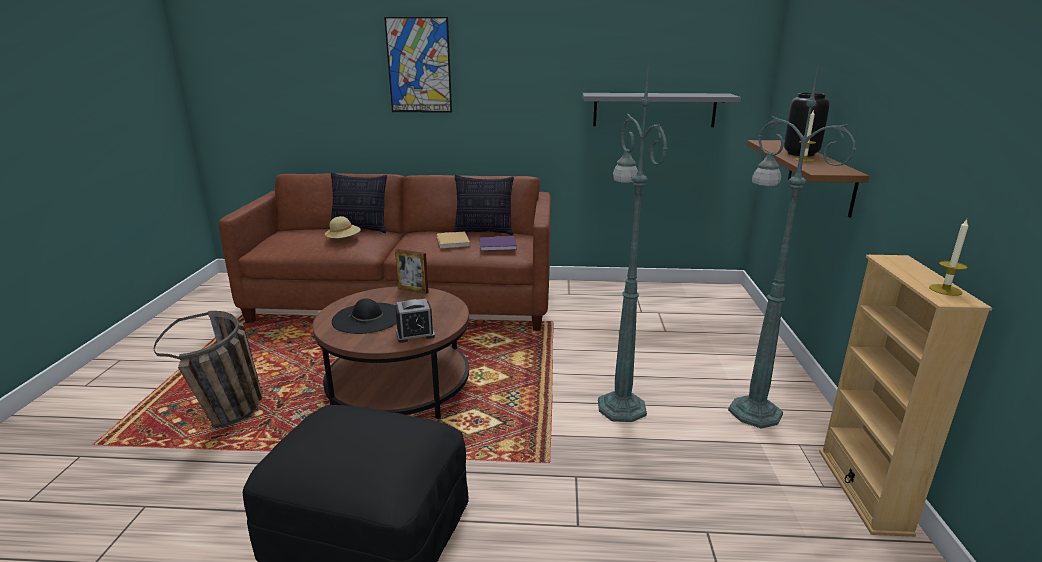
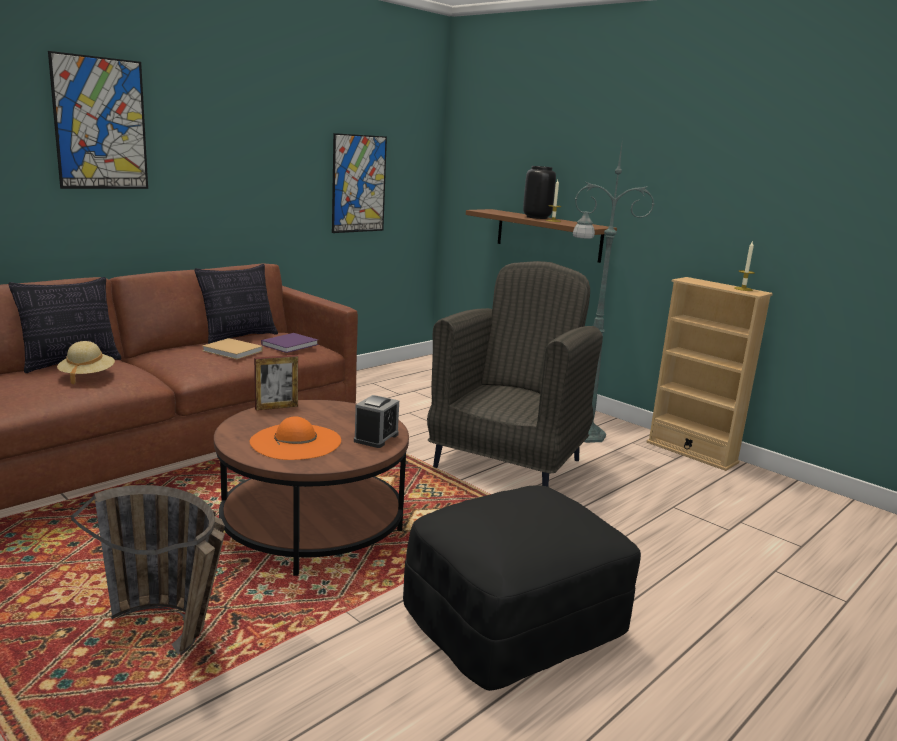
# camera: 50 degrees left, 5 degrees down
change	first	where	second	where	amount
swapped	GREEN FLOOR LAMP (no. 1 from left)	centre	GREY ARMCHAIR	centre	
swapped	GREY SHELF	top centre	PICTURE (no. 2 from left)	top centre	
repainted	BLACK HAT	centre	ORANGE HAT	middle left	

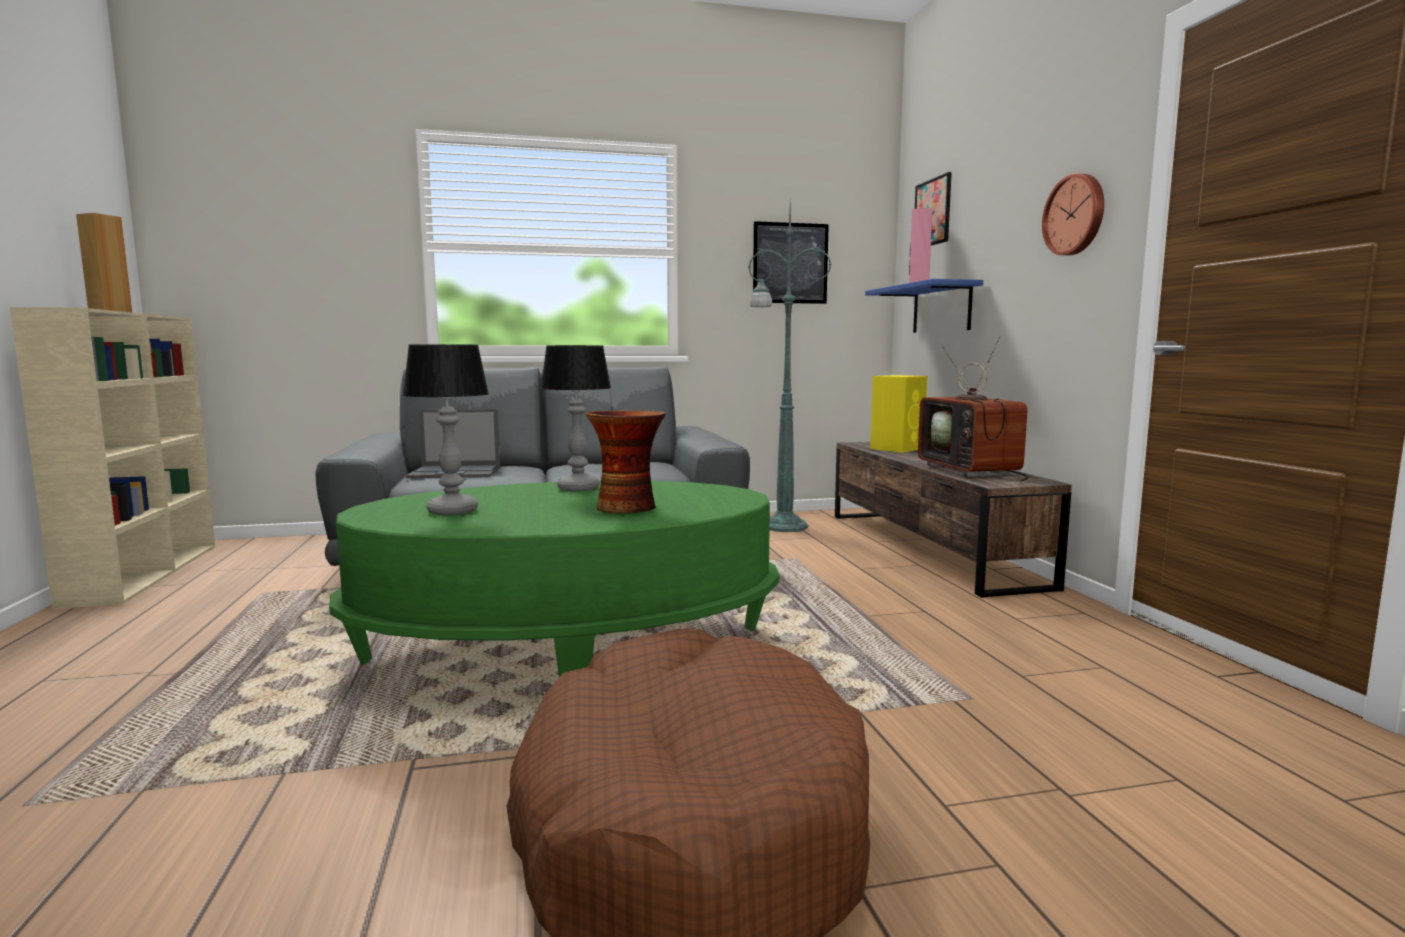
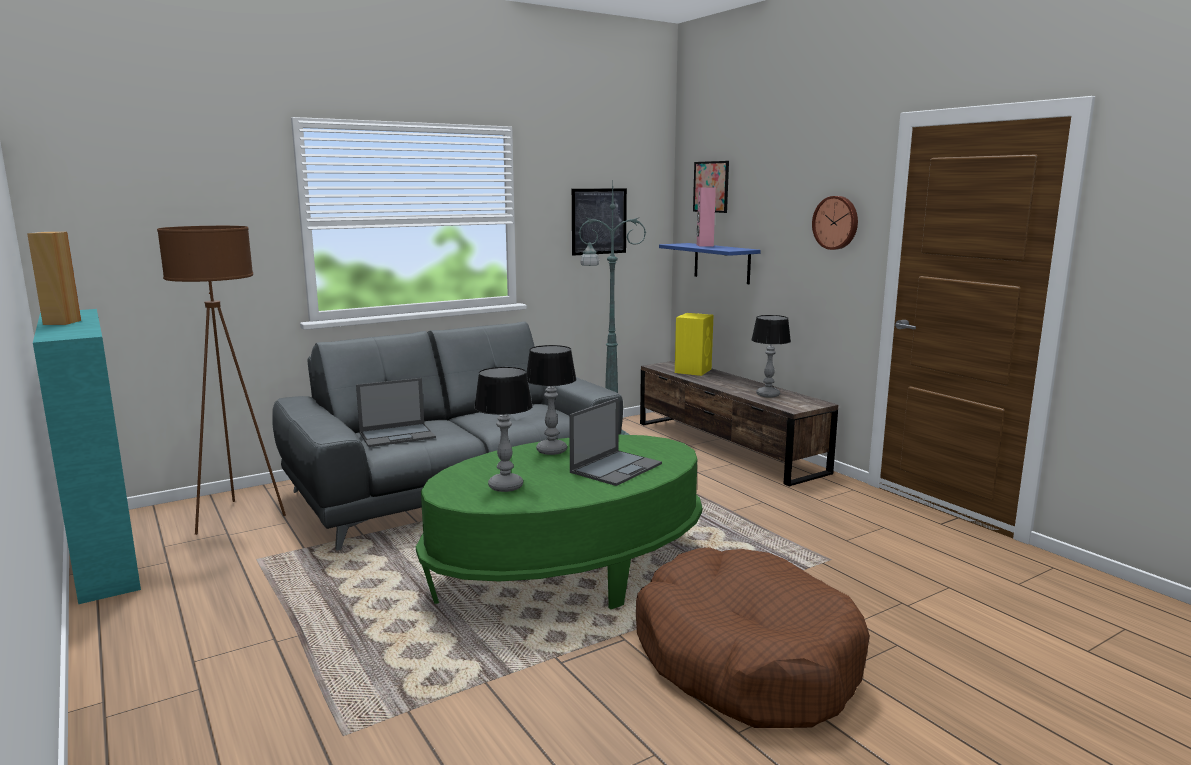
# camera: 20 degrees left, 5 degrees up
change	first	where	second	where	amount
repainted	BEIGE BOOKCASE	middle left	TURQUOISE BOOKCASE	middle left	
swapped	TELEVISION	middle right	TABLE LAMP (no. 3 from left)	centre	
swapped	VASE	centre	LAPTOP (no. 2 from left)	centre	
new			BROWN FLOOR LAMP	middle left	

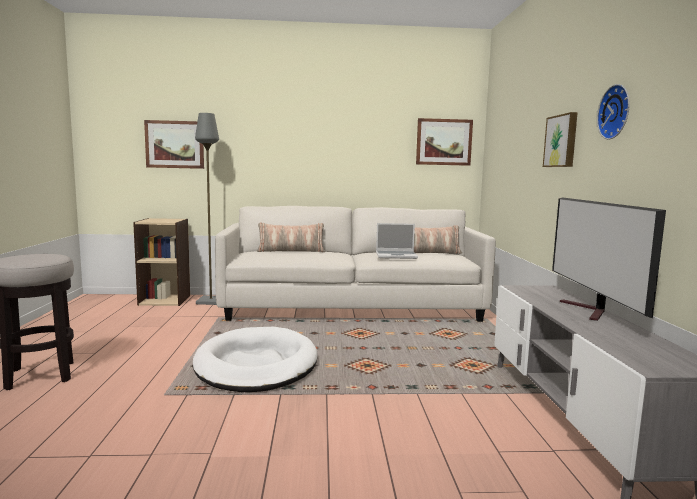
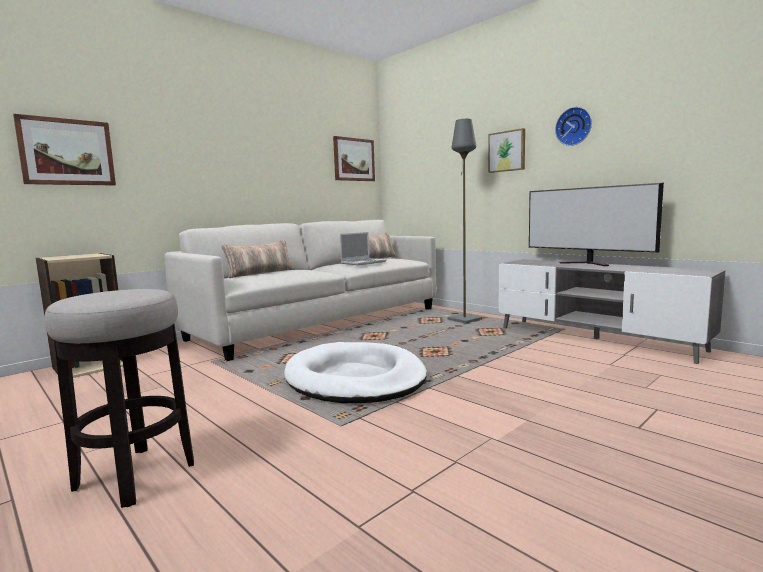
# camera: 40 degrees left, 0 degrees up
change	first	where	second	where	amount
shifted	GREY FLOOR LAMP	middle left		centre	

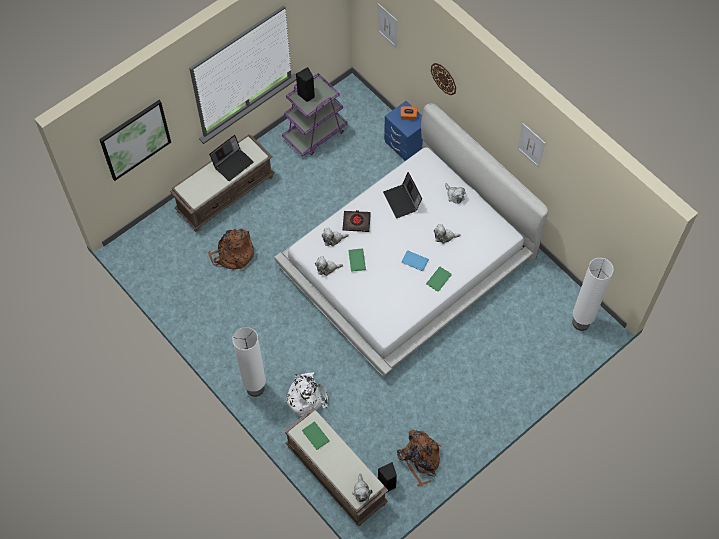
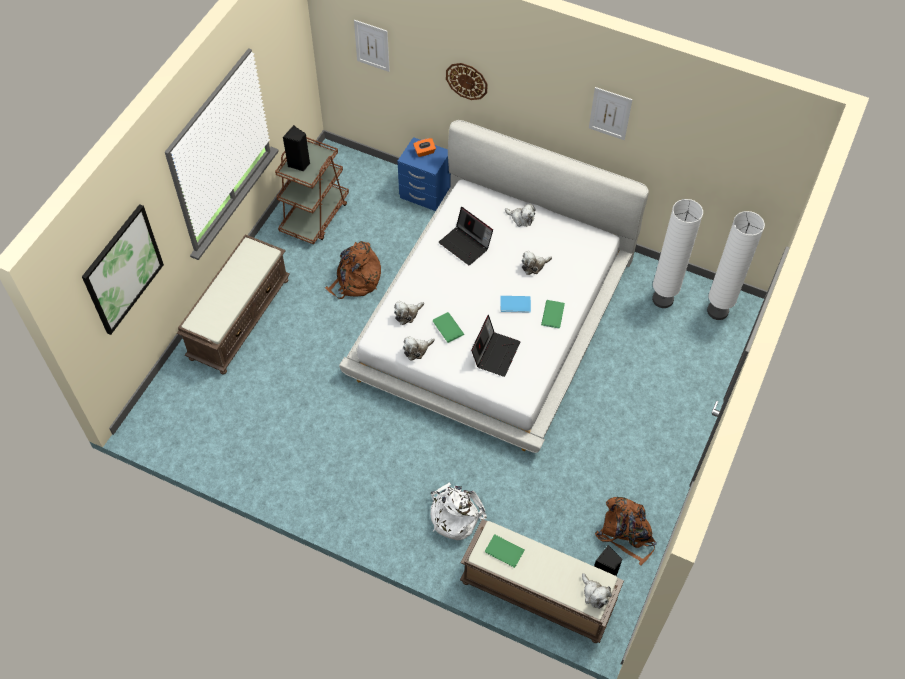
# camera: 25 degrees left, 5 degrees down
change	first	where	second	where	amount
repainted	PURPLE CART	top centre	BROWN CART	top centre	
shifted	LAPTOP (no. 1 from left in the first image)	top left	LAPTOP (no. 2 from left)	centre	
gone	BLACK BOOK	centre			
shifted	BROWN BACKPACK (no. 1 from left)	middle left		centre	
shifted	WHITE FLOOR LAMP (no. 1 from left)	bottom centre		middle right	

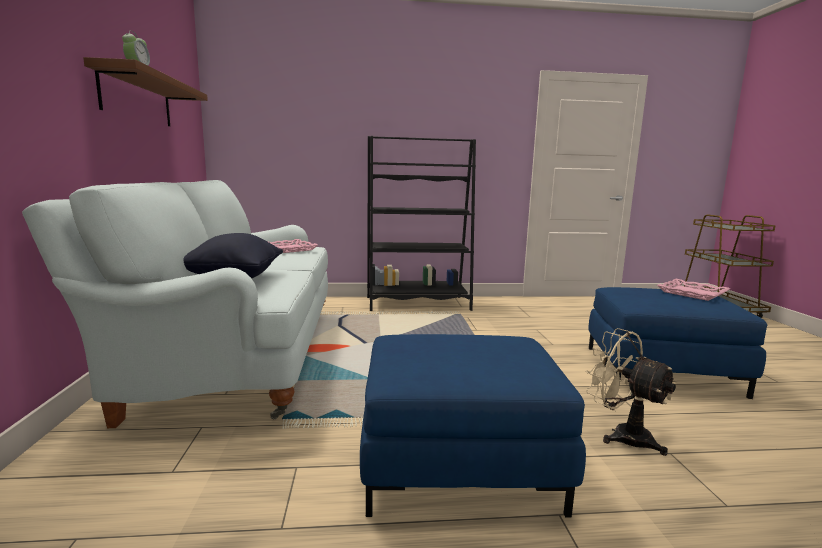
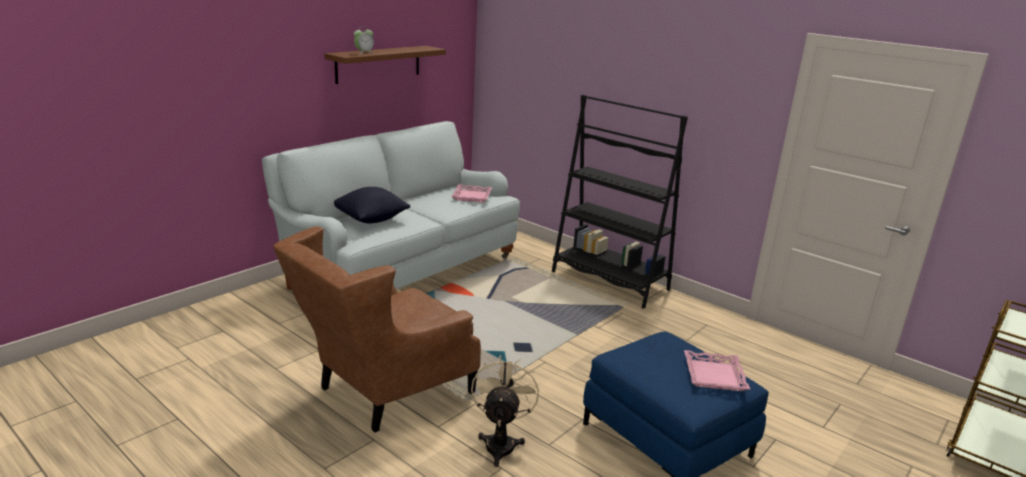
# camera: 45 degrees right, 10 degrees up
change	first	where	second	where	amount
swapped	BLUE OTTOMAN (no. 1 from left)	bottom centre	BROWN ARMCHAIR	bottom centre	

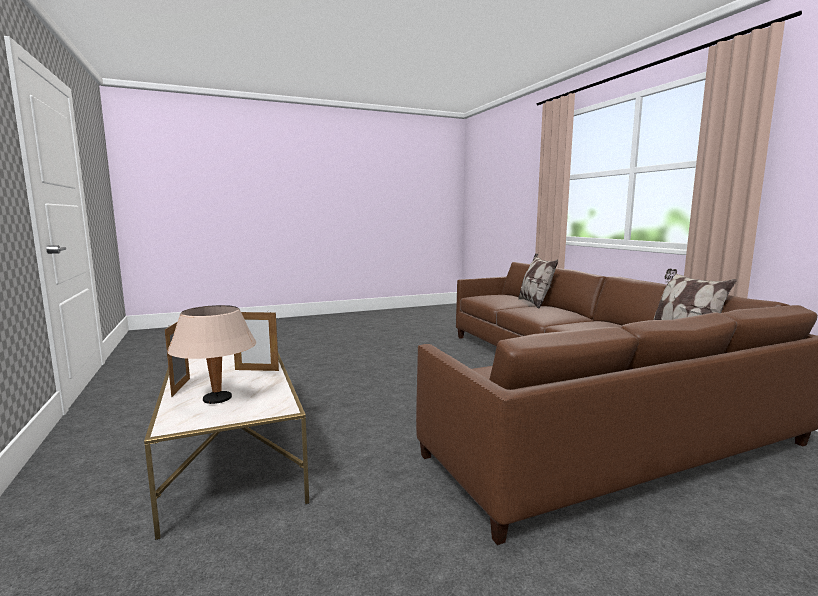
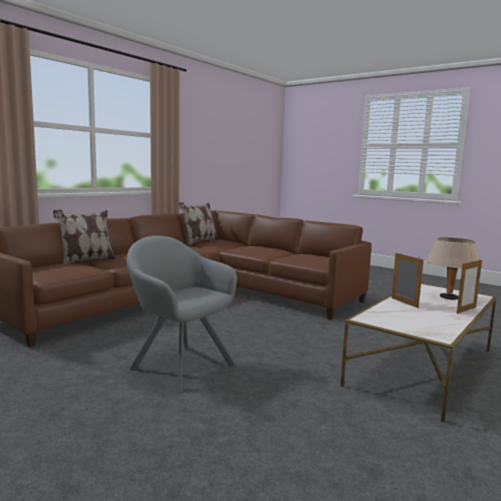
# camera: 120 degrees left, 0 degrees up
change	first	where	second	where	amount
new			GREY ARMCHAIR	centre	

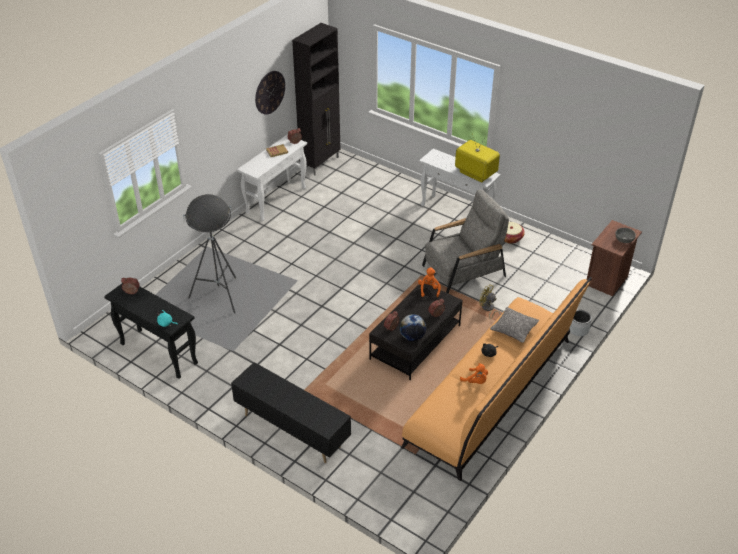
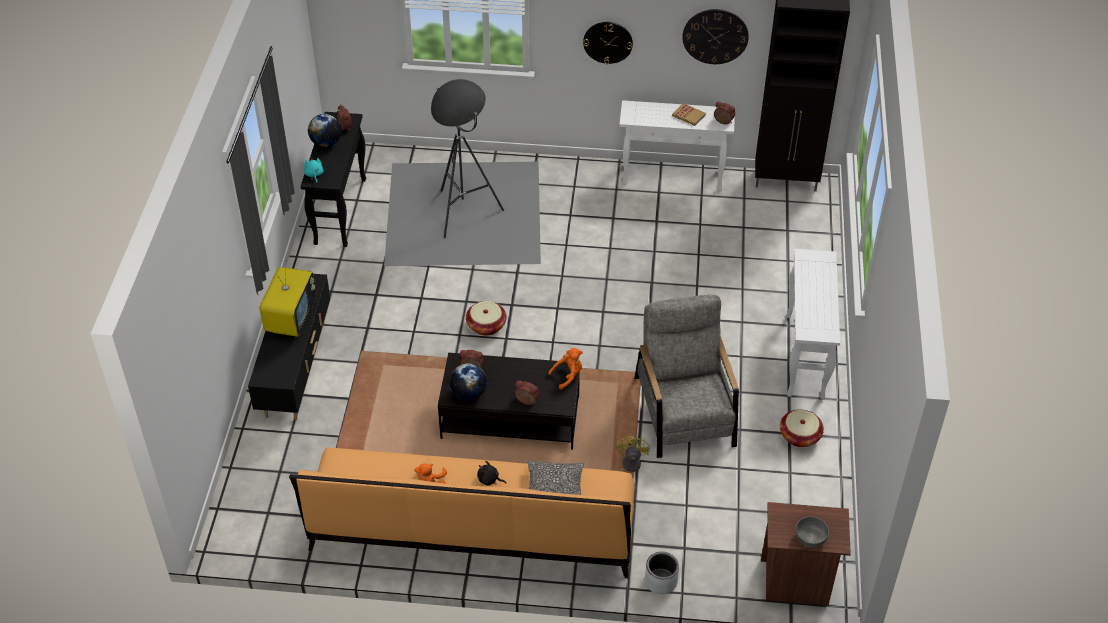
# camera: 60 degrees right, 5 degrees up
change	first	where	second	where	amount
shifted	TELEVISION	top centre		middle left	
rotated	GREY ARMCHAIR	centre		centre	135 degrees counterclockwise
new			WALL CLOCK (no. 1 from left)	top centre	
new			GLOBE (no. 1 from left)	top left	
new			BASKET (no. 1 from left)	centre	

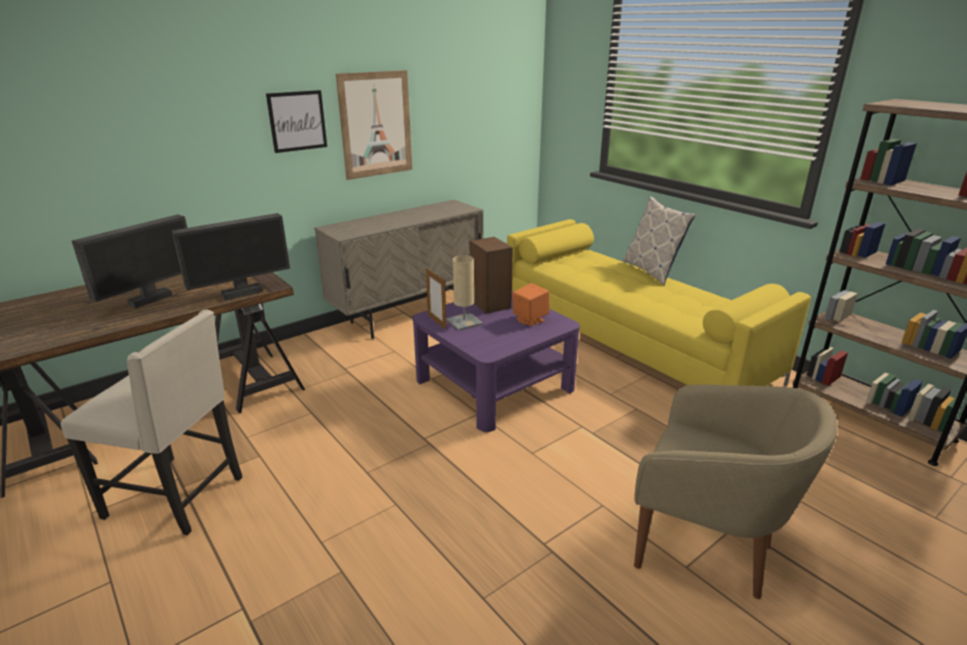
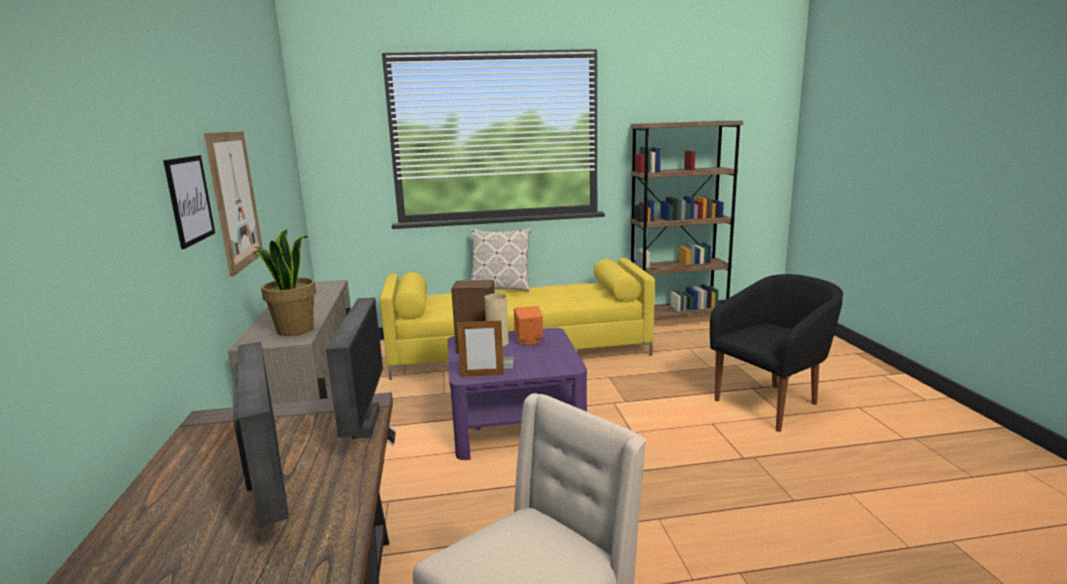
# camera: 60 degrees left, 10 degrees down
change	first	where	second	where	amount
repainted	BEIGE ARMCHAIR	bottom right	BLACK ARMCHAIR	middle right	
new			POTTED PLANT	middle left	

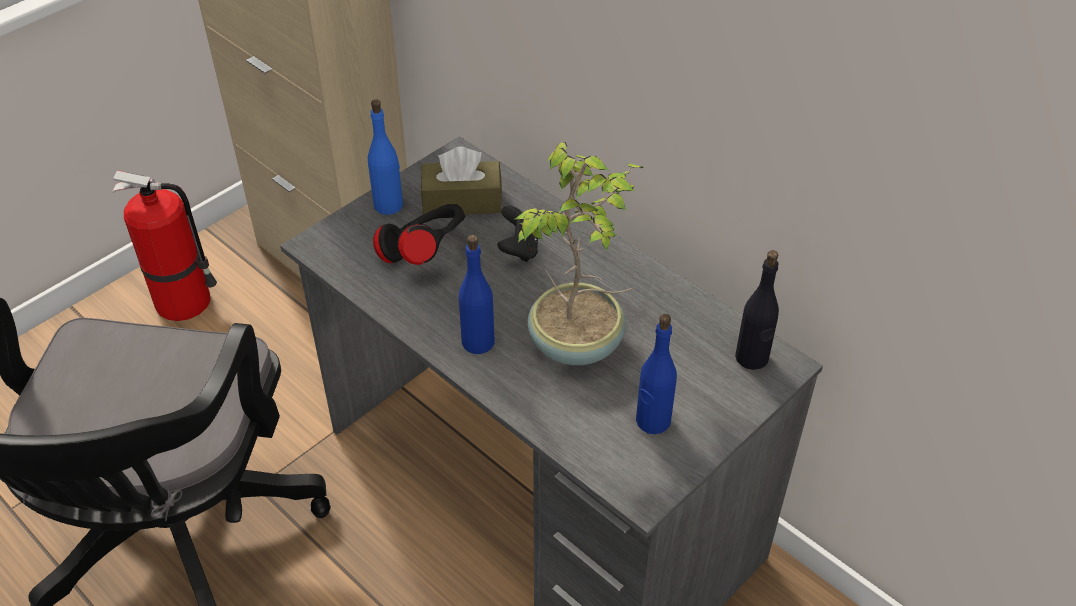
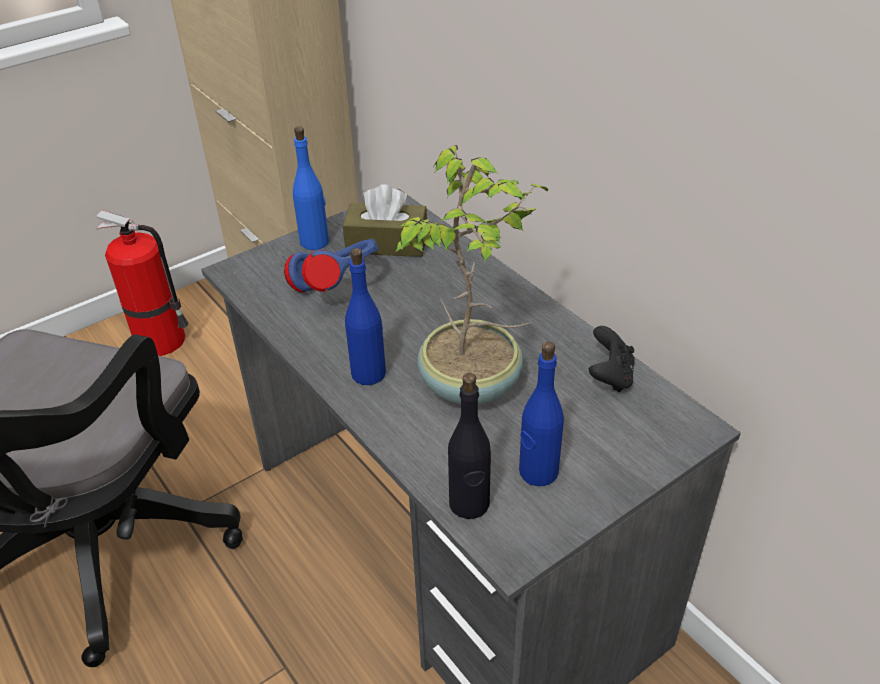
# camera: 10 degrees right, 5 degrees down
change	first	where	second	where	amount
repainted	BLACK HEADPHONES	centre	BLUE HEADPHONES	centre	
shifted	BLACK GAME CONTROLLER	centre		middle right	
shifted	BLACK BOTTLE	middle right		centre	

